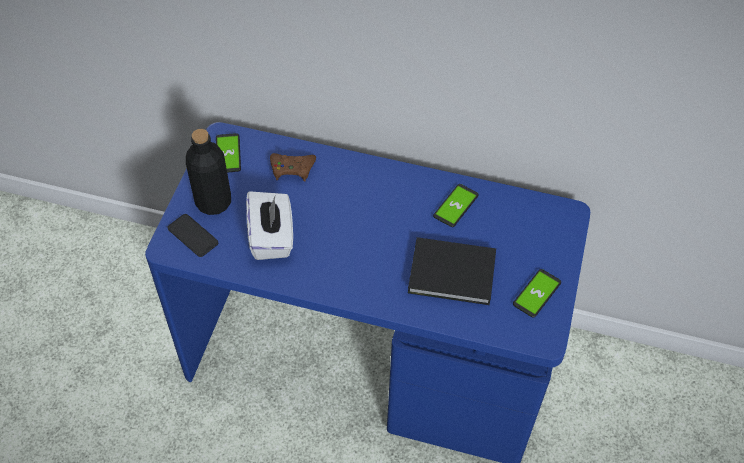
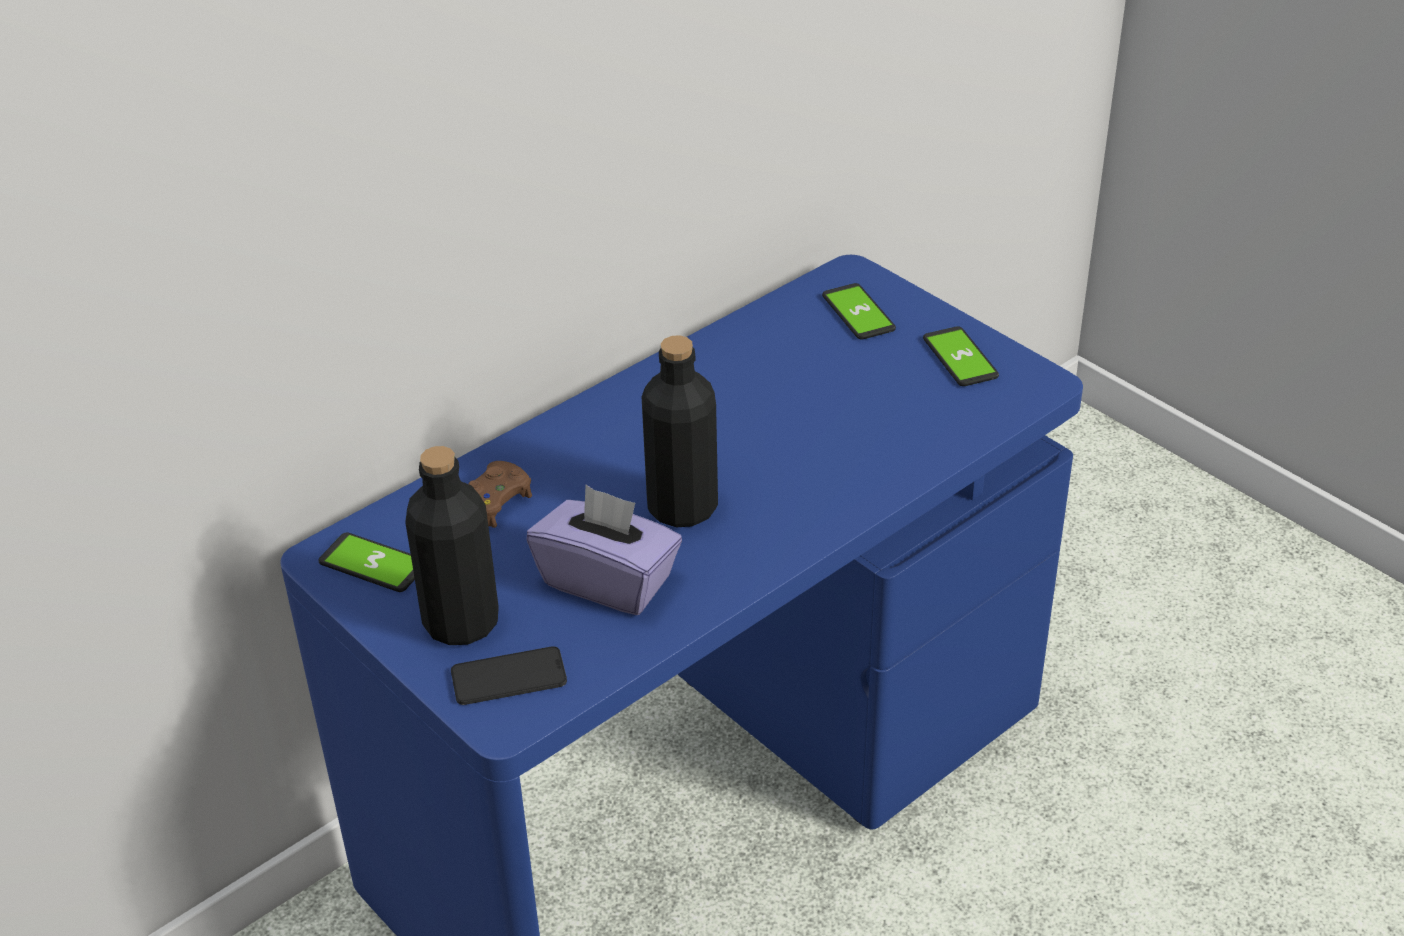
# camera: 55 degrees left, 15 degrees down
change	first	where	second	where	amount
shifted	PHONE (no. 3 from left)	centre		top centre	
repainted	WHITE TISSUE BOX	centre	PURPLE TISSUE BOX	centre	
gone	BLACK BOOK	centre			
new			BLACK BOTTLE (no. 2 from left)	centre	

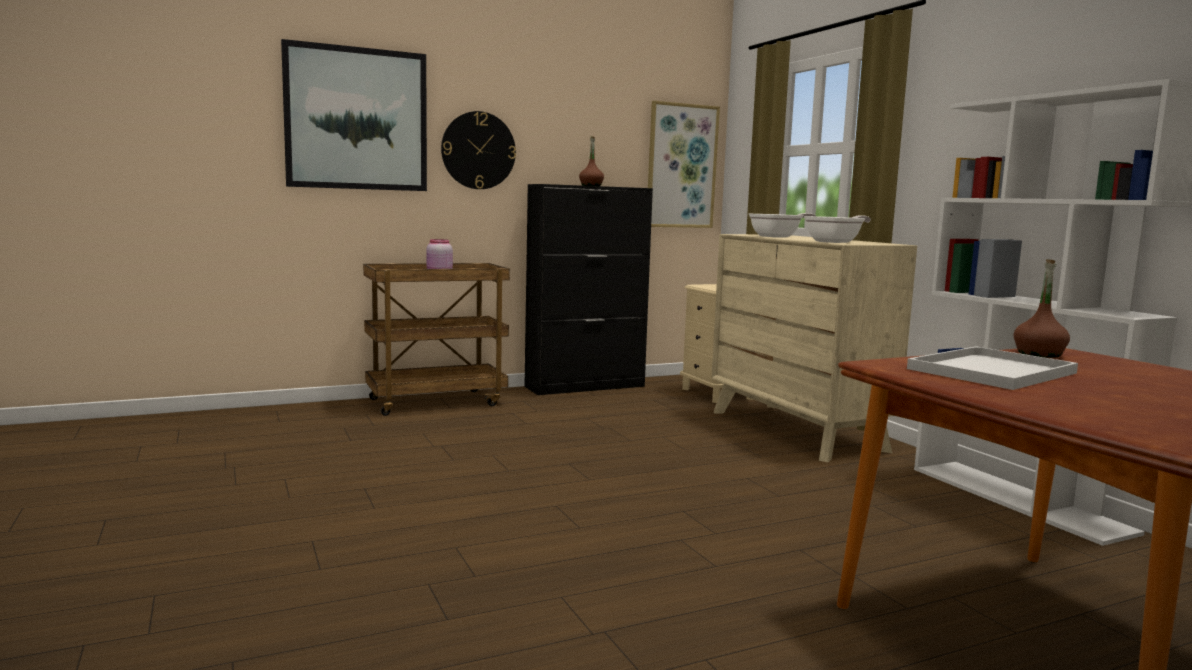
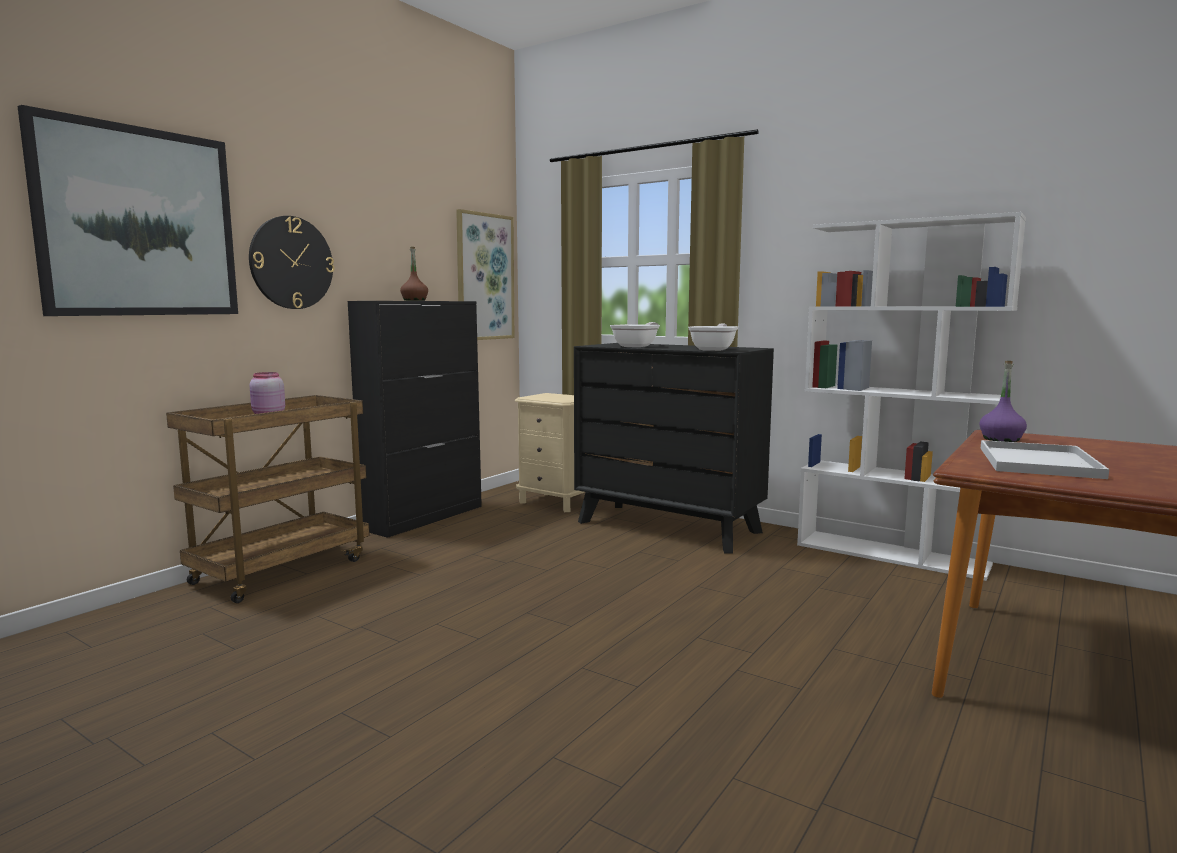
# camera: 30 degrees left, 0 degrees up
change	first	where	second	where	amount
repainted	BEIGE DRESSER	middle right	BLACK DRESSER	centre	
repainted	BROWN BOTTLE (no. 2 from left)	middle right	PURPLE BOTTLE	middle right	

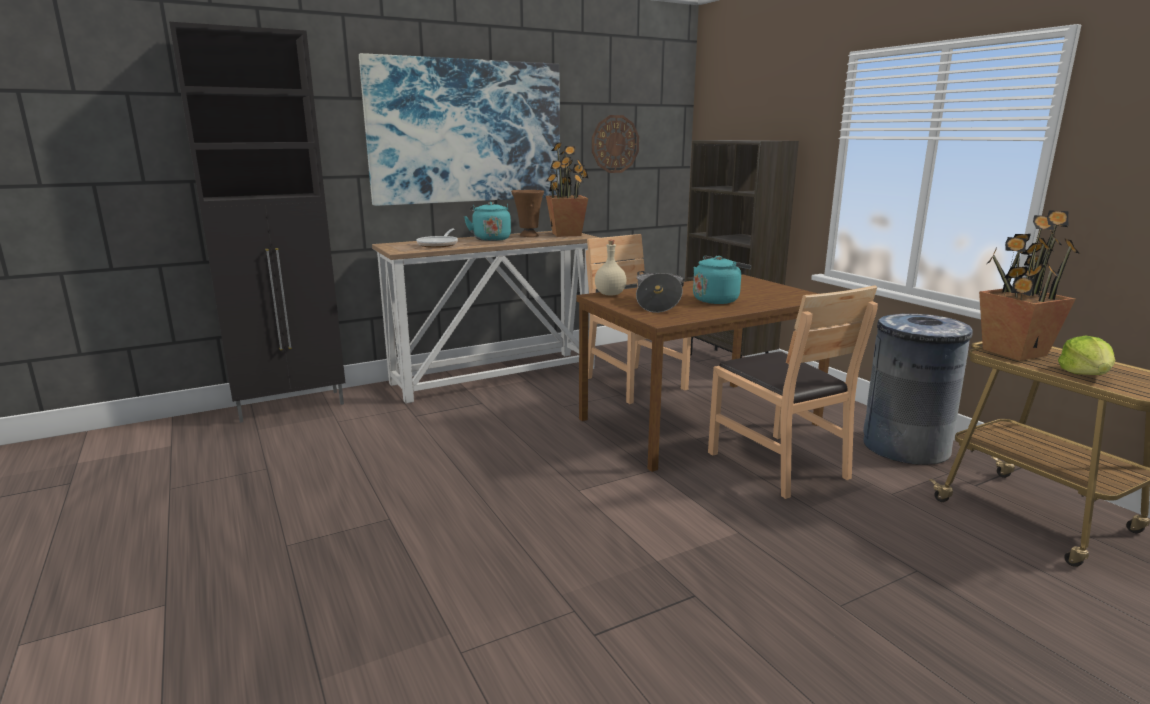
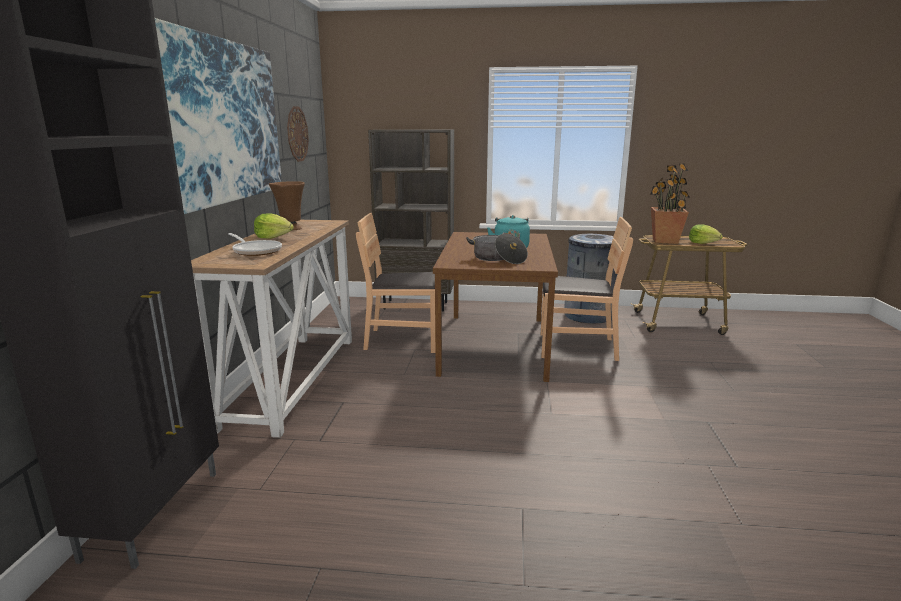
# camera: 55 degrees left, 0 degrees up
change	first	where	second	where	amount
gone	POTTED PLANT (no. 1 from left)	top centre			
swapped	TURQUOISE KETTLE (no. 1 from left)	top centre	LETTUCE (no. 1 from left)	middle left	
gone	BEIGE BOTTLE	centre			

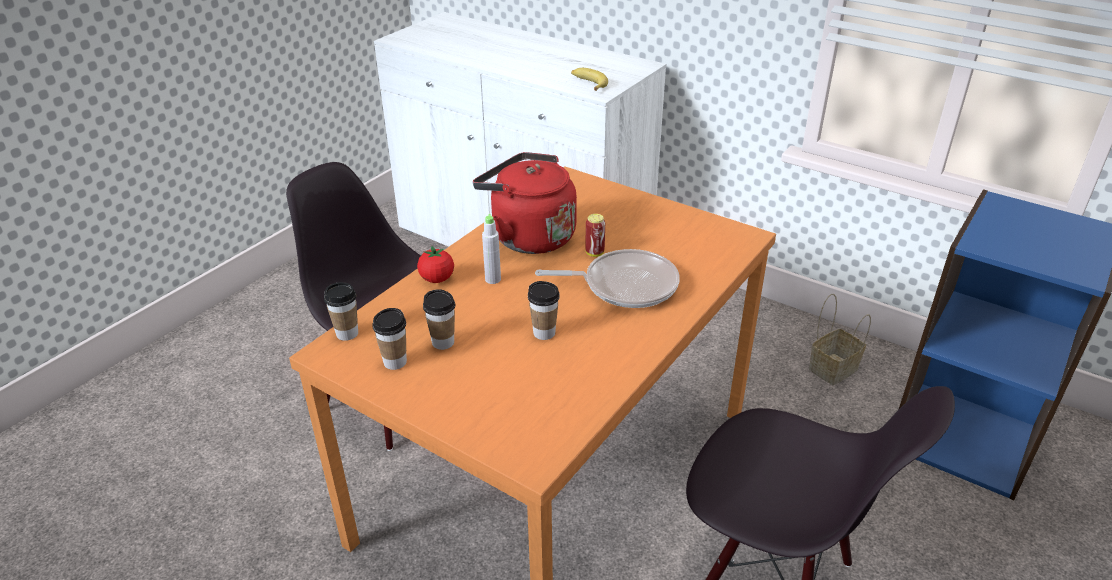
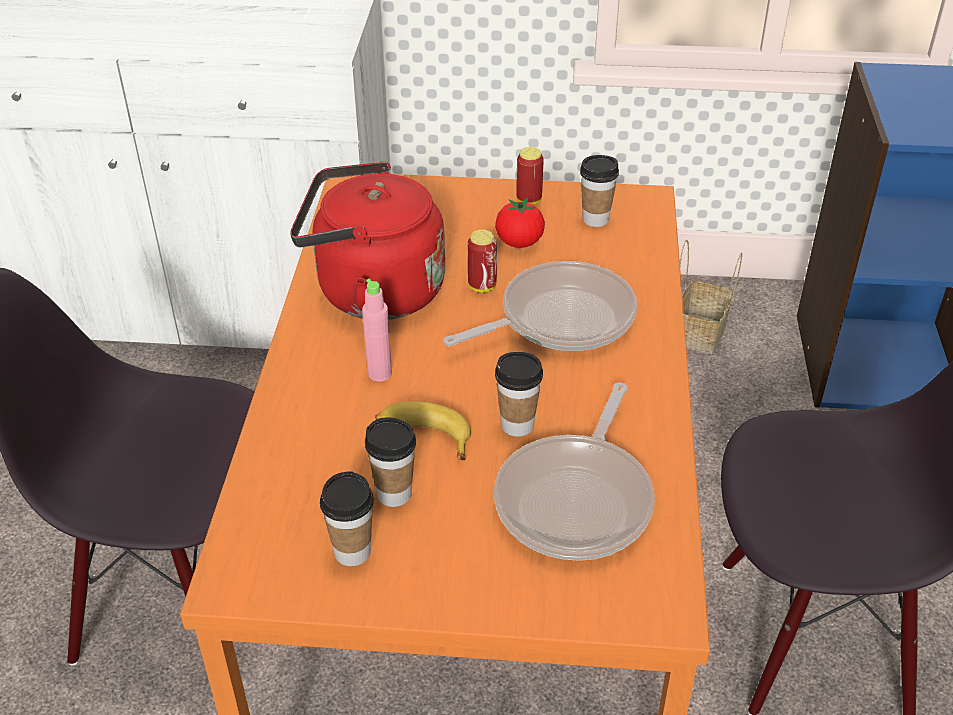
# camera: 30 degrees left, 5 degrees up
change	first	where	second	where	amount
shifted	BANANA	top centre		centre	
repainted	GREY BOTTLE	centre	PINK BOTTLE	centre	
shifted	TOMATO	centre		top centre	
shifted	CUP (no. 1 from left in the first image)	middle left	CUP (no. 4 from left)	top centre	
new			CAN (no. 2 from left)	top centre	
new			FRYING PAN (no. 2 from left)	centre	

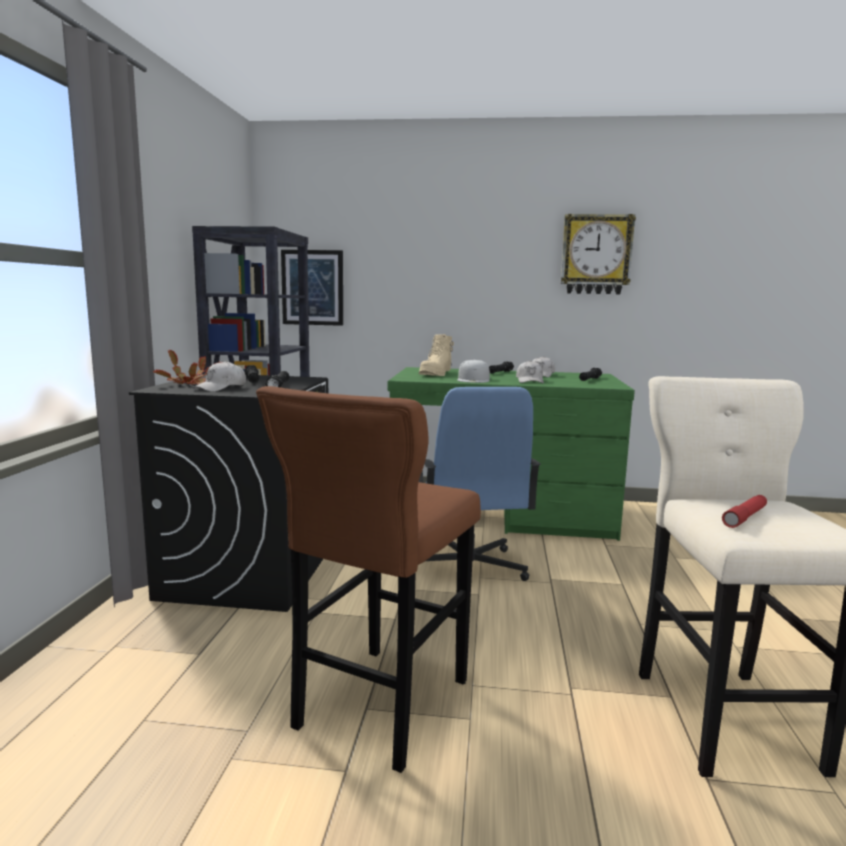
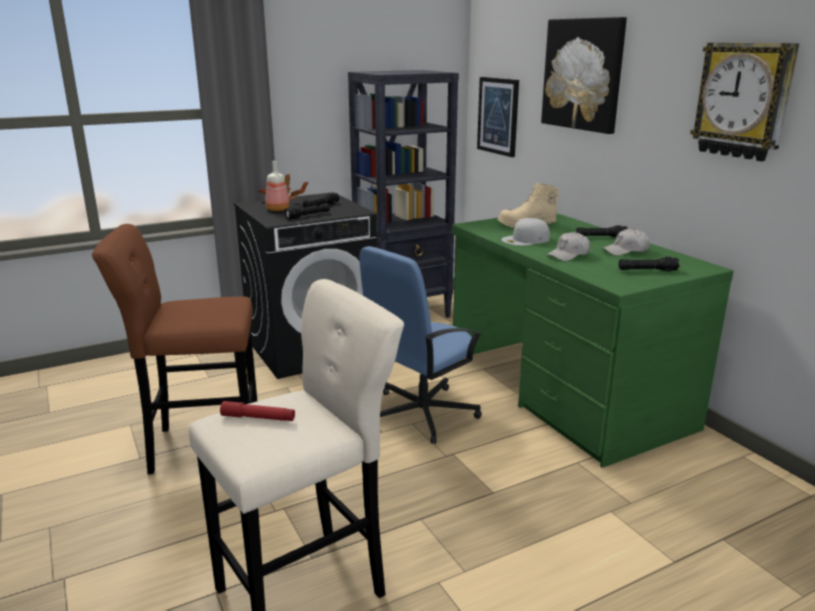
# camera: 55 degrees right, 10 degrees up
change	first	where	second	where	amount
swapped	WHITE CAP (no. 1 from left)	middle left	BOTTLE	top centre	
new			PICTURE (no. 2 from left)	top right	

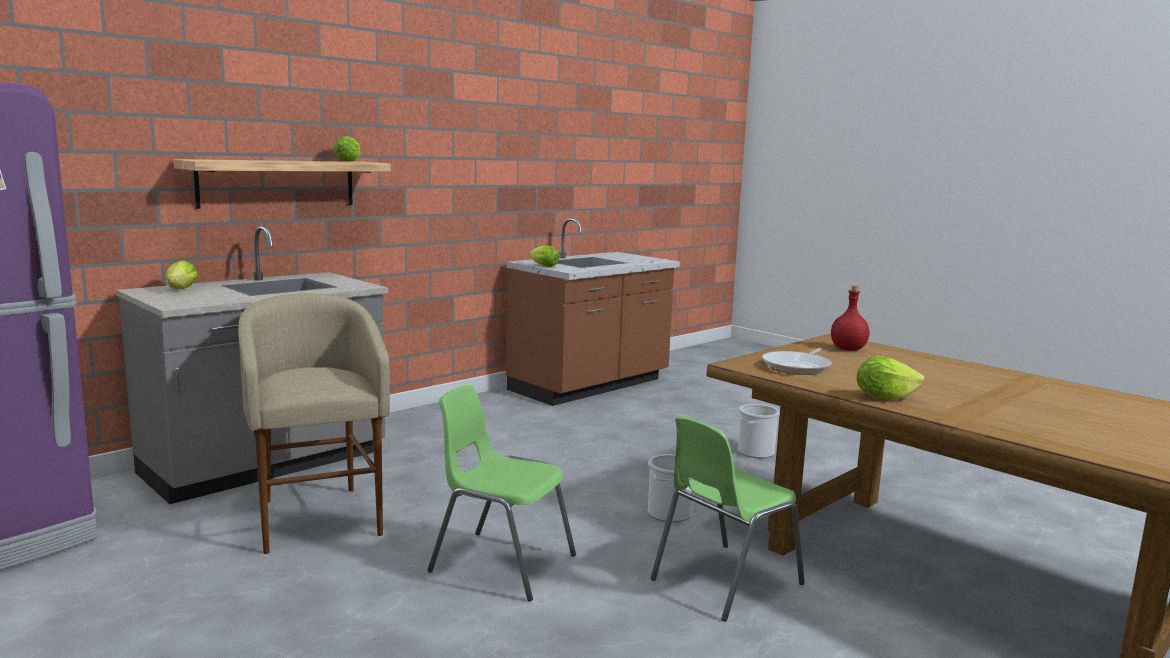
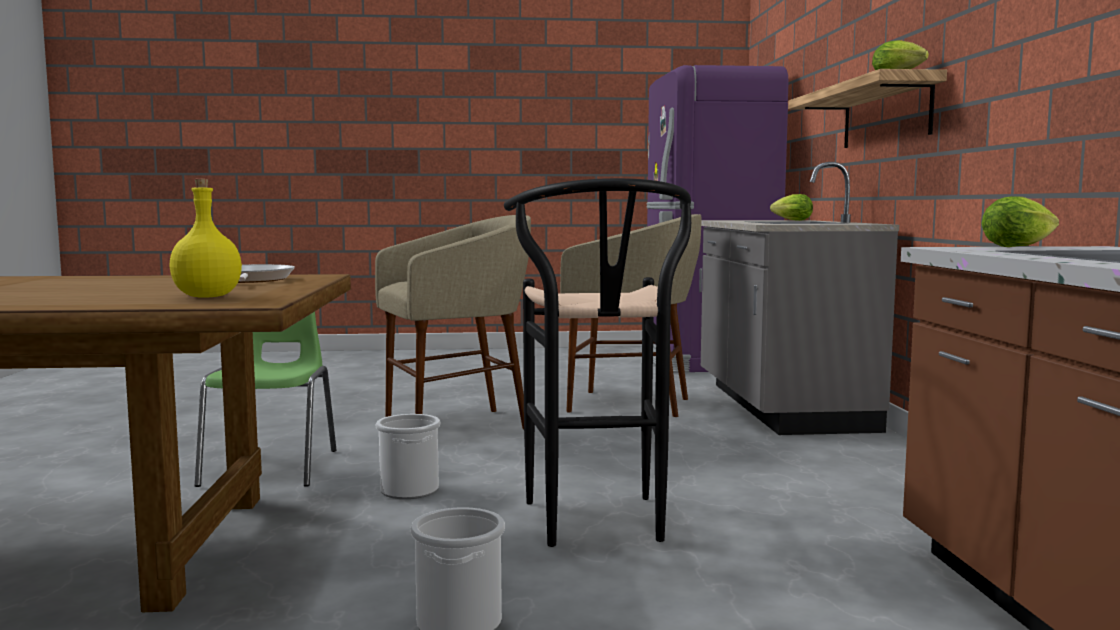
# camera: 130 degrees right, 5 degrees down
change	first	where	second	where	amount
repainted	RED BOTTLE	middle right	YELLOW BOTTLE	middle left	
gone	LETTUCE (no. 4 from left)	middle right			
swapped	GREEN CHAIR (no. 1 from left)	bottom centre	BEIGE STOOL (no. 1 from left)	centre	
new			BLACK STOOL	centre	

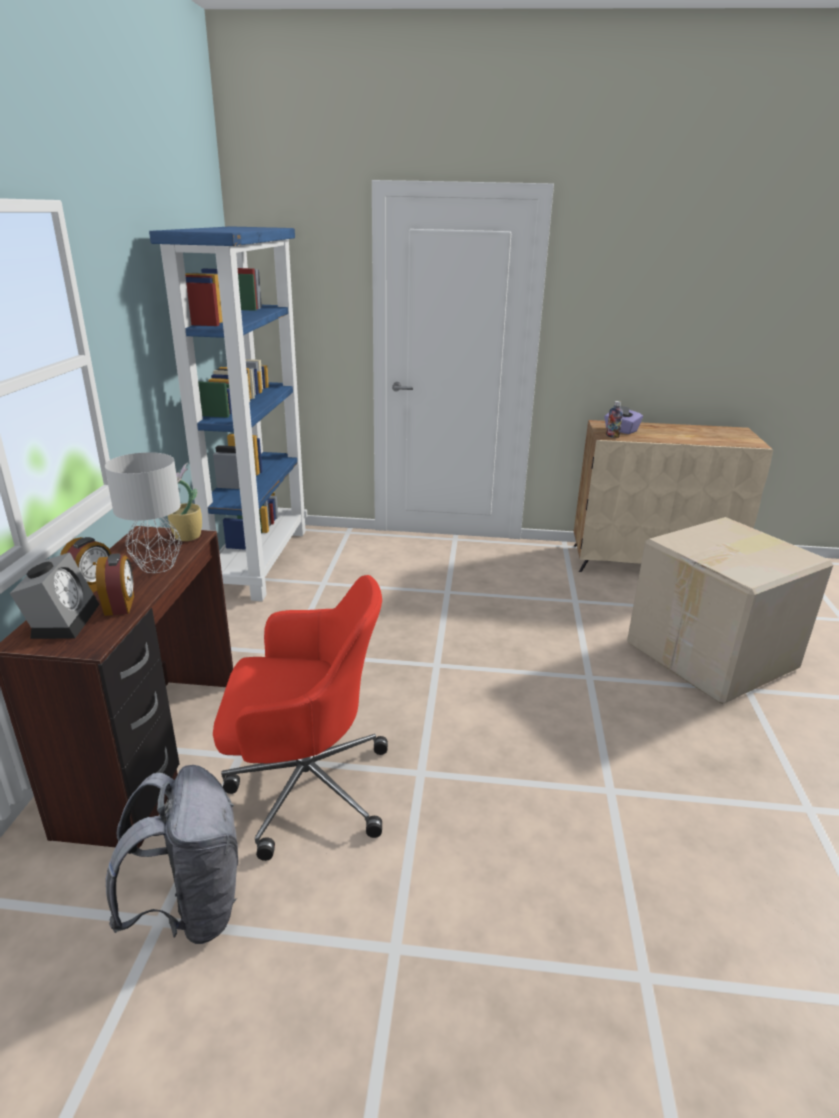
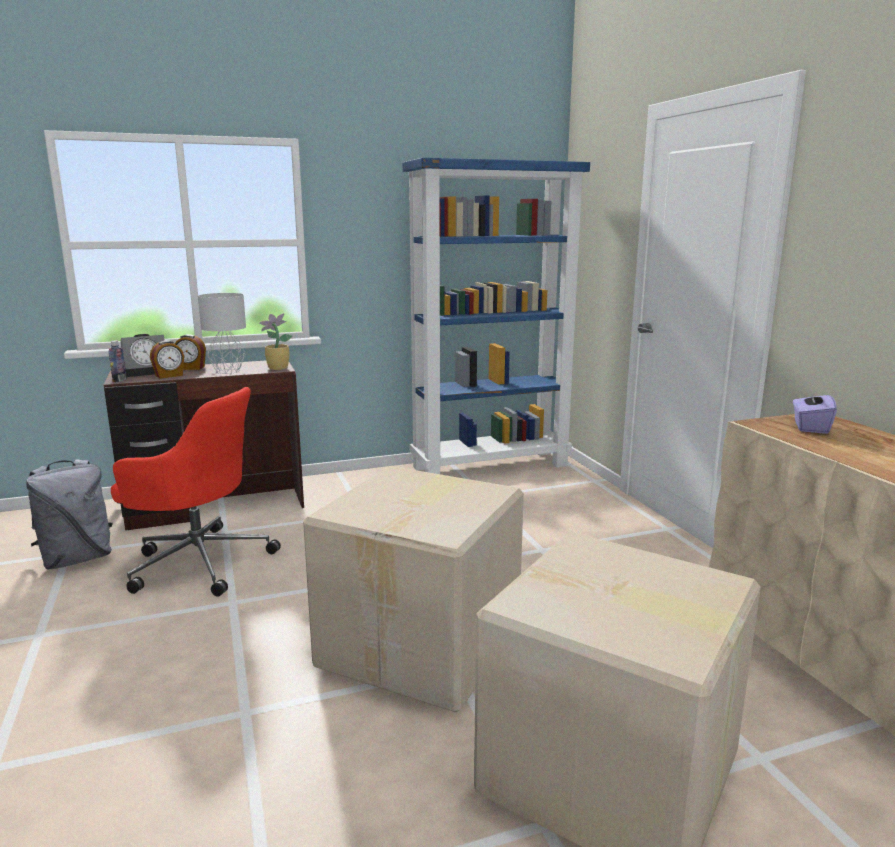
# camera: 65 degrees right, 10 degrees down
change	first	where	second	where	amount
shifted	BOTTLE	middle right		middle left	
rotated	RED OFFICE CHAIR	centre		middle left	45 degrees counterclockwise
new			CARDBOARD BOX (no. 1 from left)	bottom centre	

